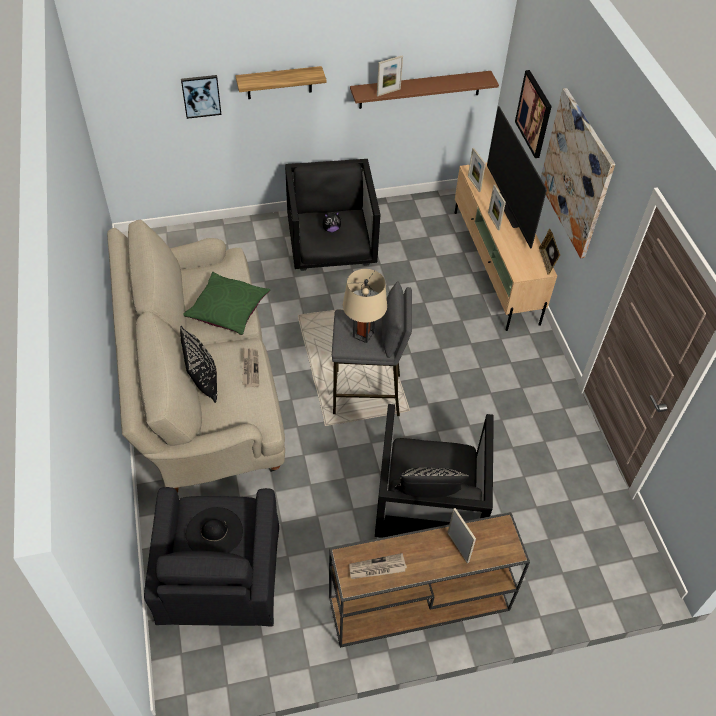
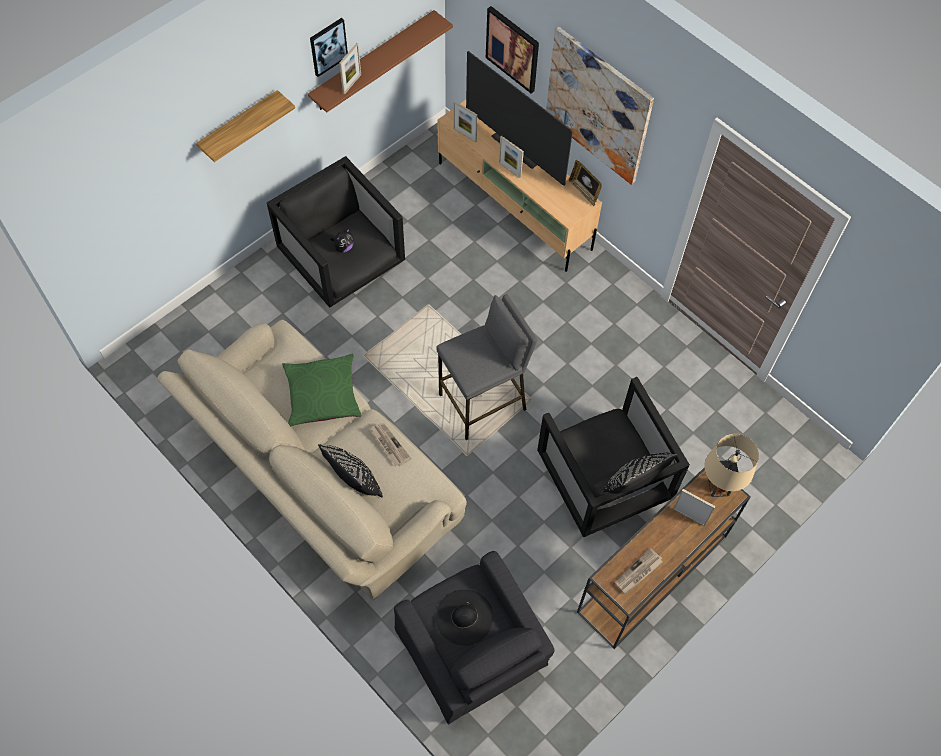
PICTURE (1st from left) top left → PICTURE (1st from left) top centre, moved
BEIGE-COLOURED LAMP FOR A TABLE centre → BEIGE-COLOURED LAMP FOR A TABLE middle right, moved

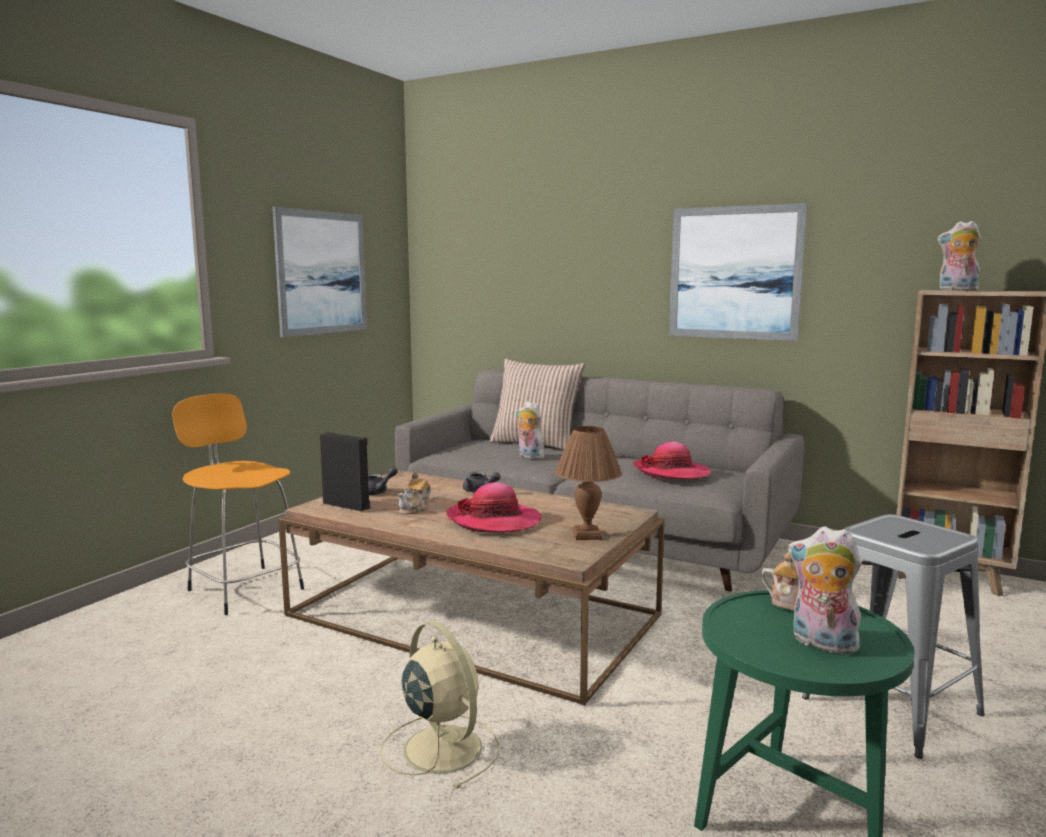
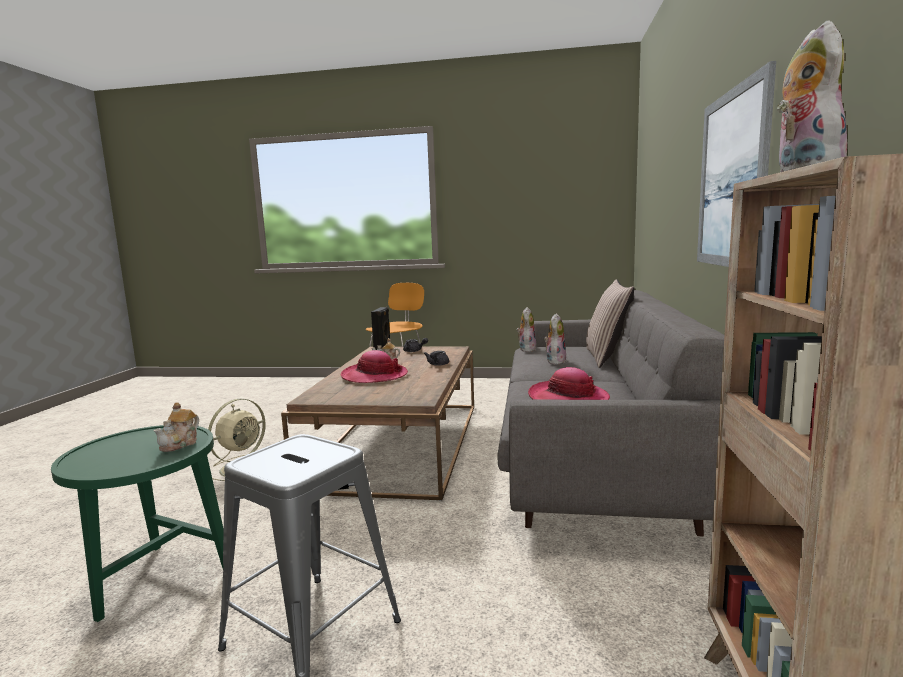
PICTURE (1st from left) top left → -
BROWN LAMP FOR A TABLE centre → -
SOFT TOY (2nd from left in the first image) bottom right → SOFT TOY (1st from left) centre, moved

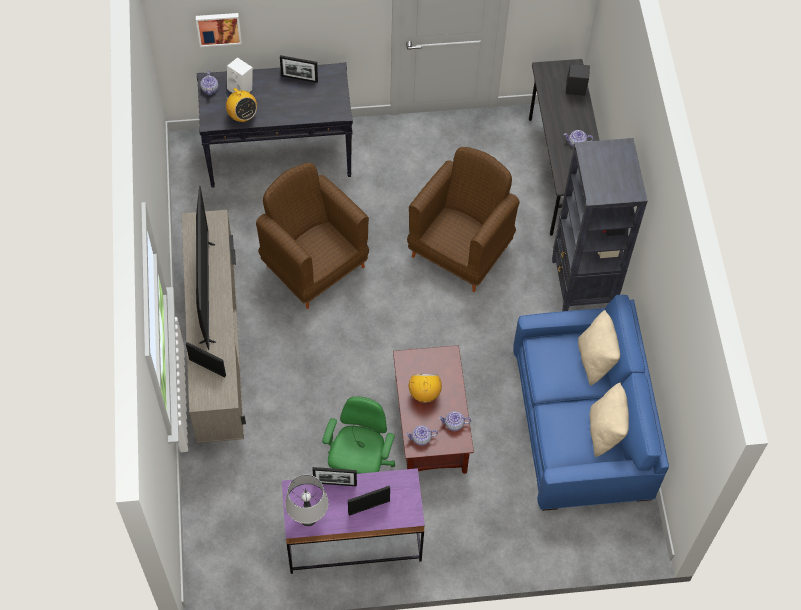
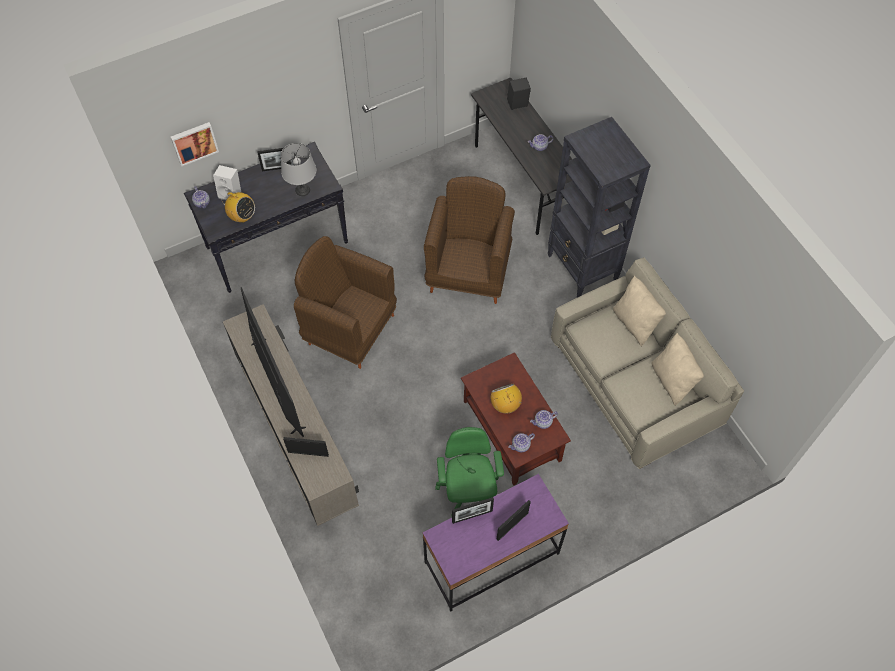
GREY LAMP FOR A TABLE bottom centre → GREY LAMP FOR A TABLE top centre, moved
BLUE SOFA middle right → BEIGE-COLOURED SOFA middle right

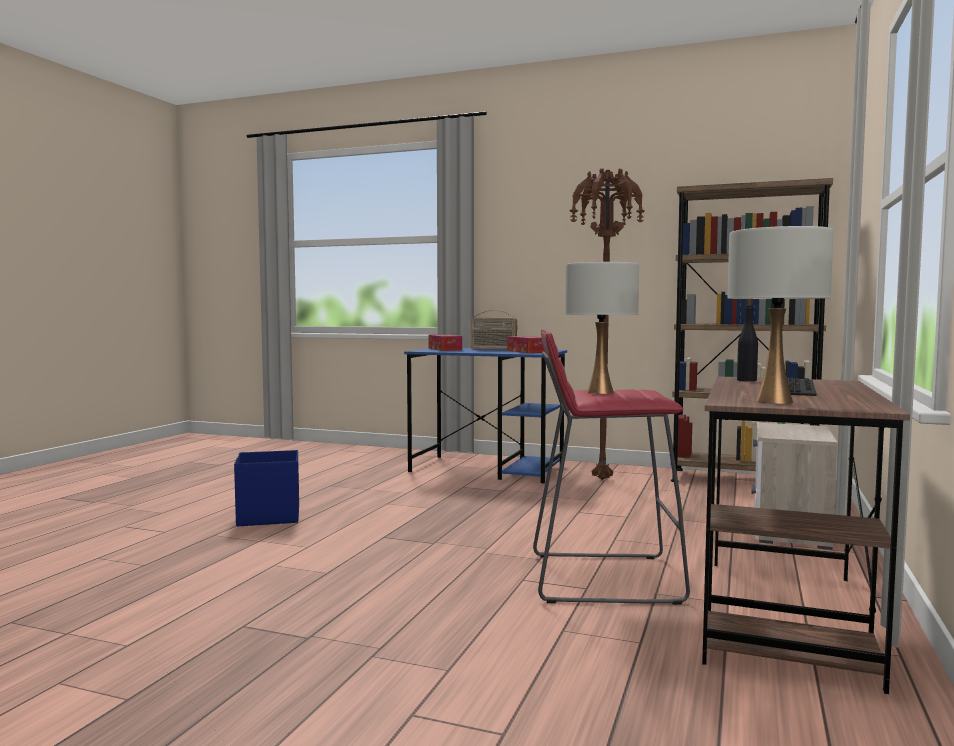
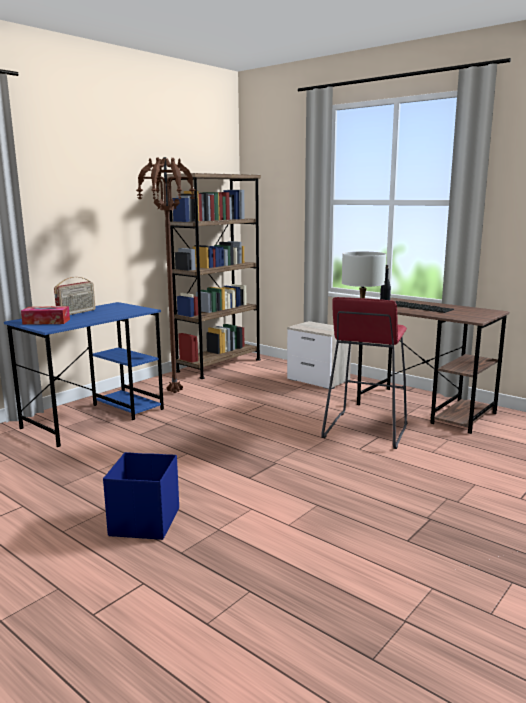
TISSUE BOX (2nd from left) centre → -
WHITE-COLOURED LAMP FOR A TABLE (2nd from left) middle right → -

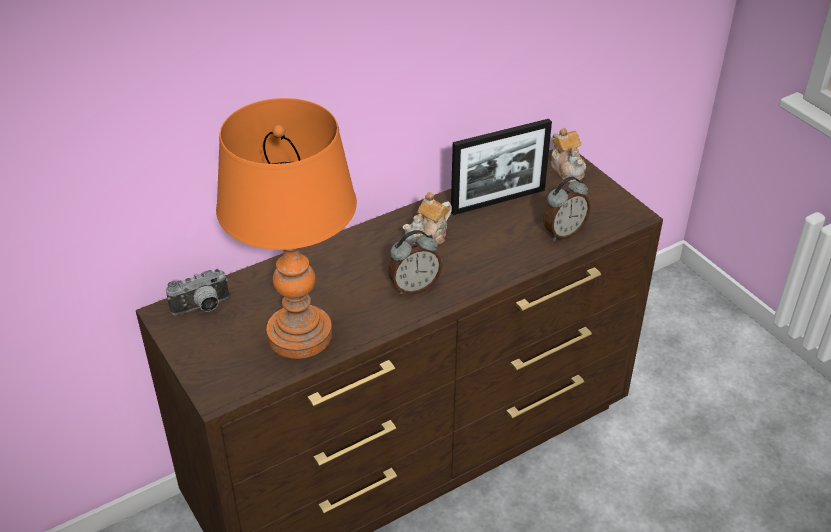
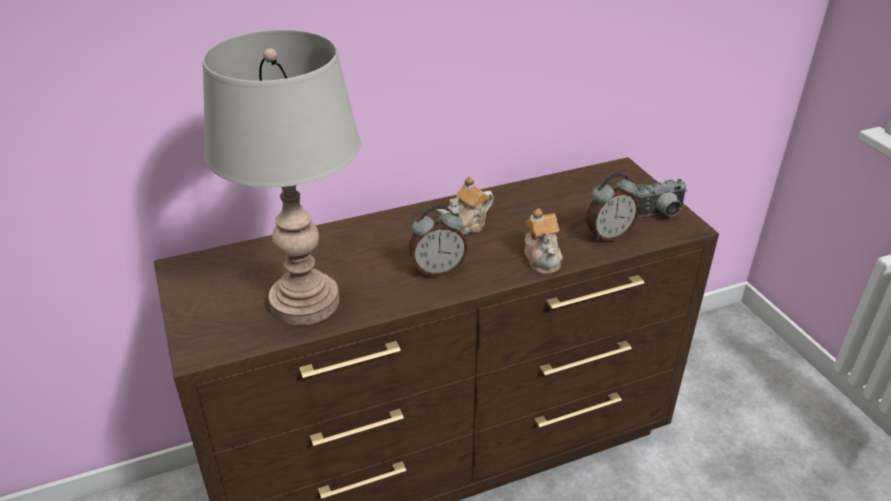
STILL CAMERA middle left → STILL CAMERA middle right, moved
ORANGE-COLOURED LAMP FOR A TABLE centre → GREY LAMP FOR A TABLE middle left
PHOTO FRAME top centre → -
POT FOR TEA (2nd from left) top right → POT FOR TEA (2nd from left) centre, moved

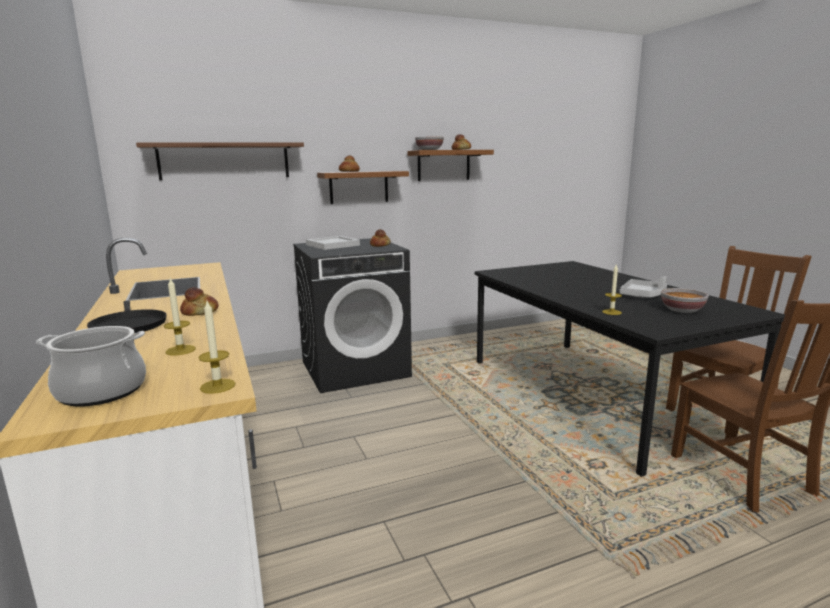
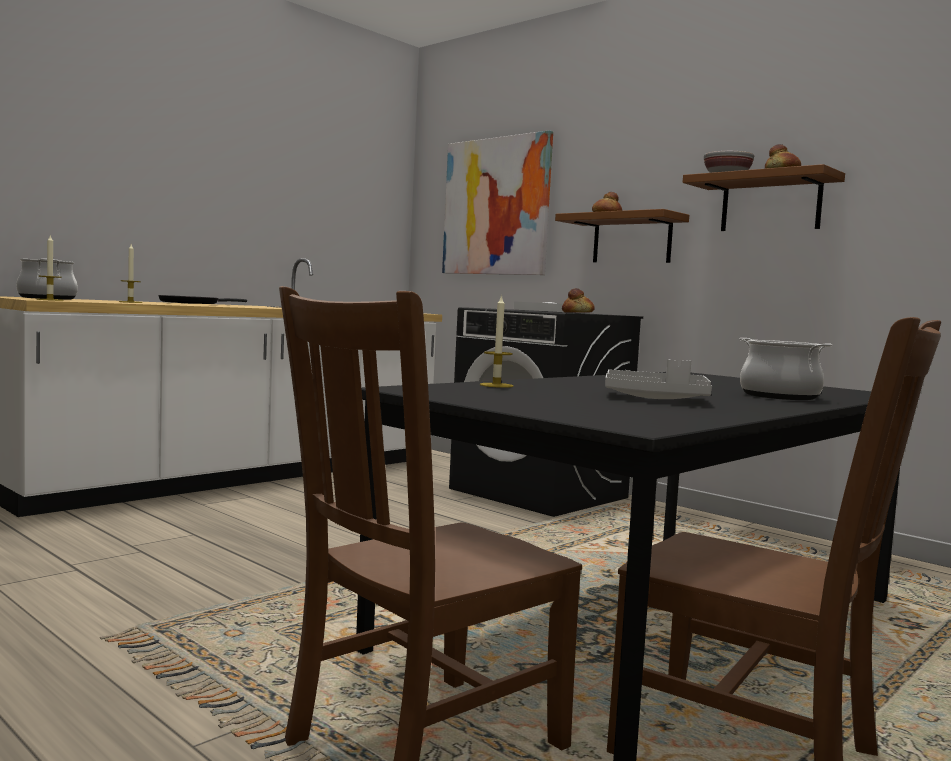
BROWN SHELF (1st from left) top left → PICTURE top centre
BREAD (1st from left) middle left → -
DEEP DISH (2nd from left) middle right → -
- → SAUCEPOT (2nd from left) middle right

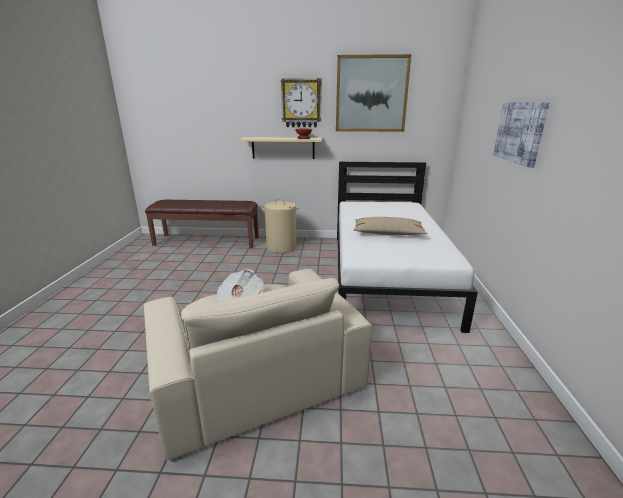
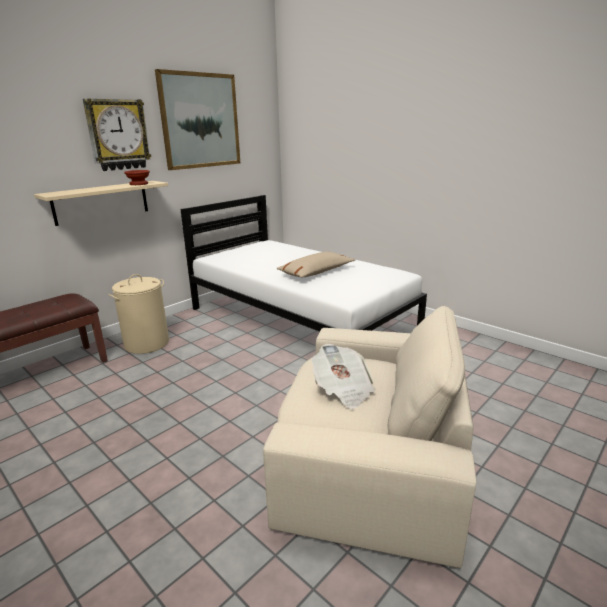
PICTURE (2nd from left) top right → -

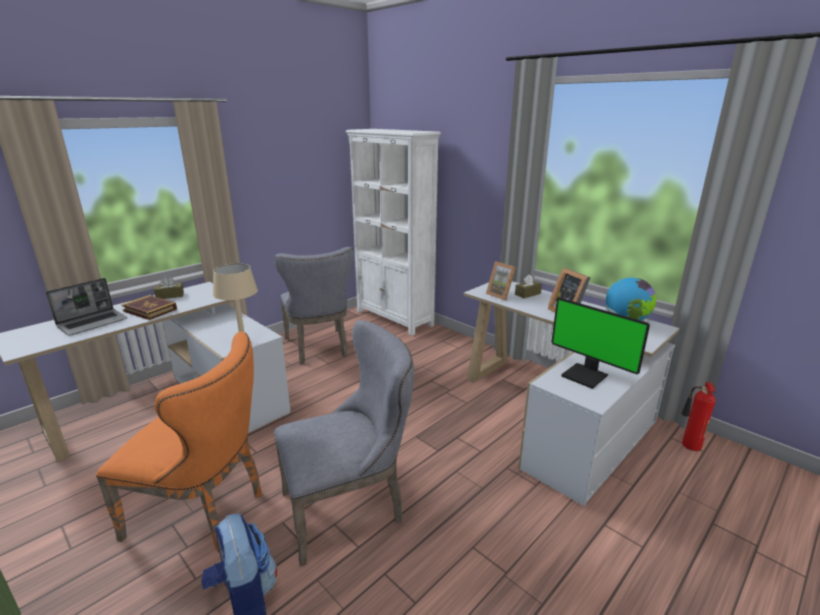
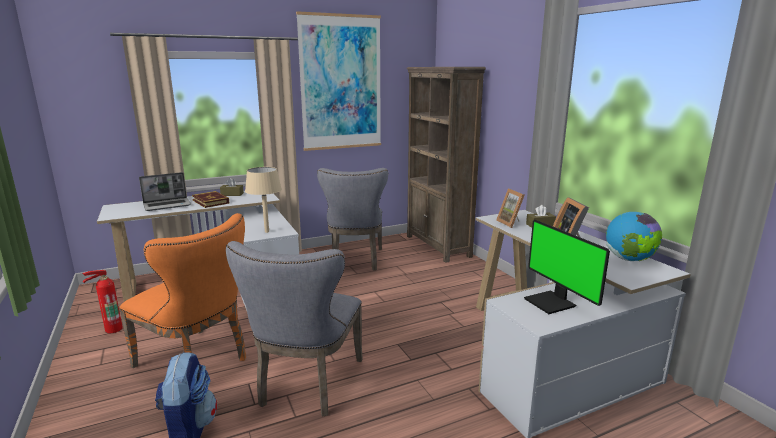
GREY PLAIN CHAIR (2nd from left in the first image) bottom centre → GREY PLAIN CHAIR (1st from left) bottom centre, 105 degrees clockwise
WHITE-COLOURED BOOKSHELF centre → BROWN BOOKSHELF centre
EXTINGUISHER bottom right → EXTINGUISHER bottom left, moved
- → PICTURE top centre

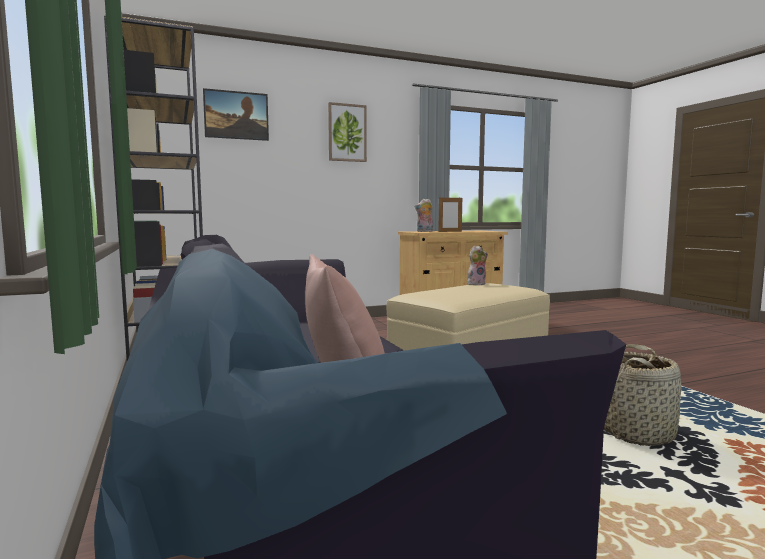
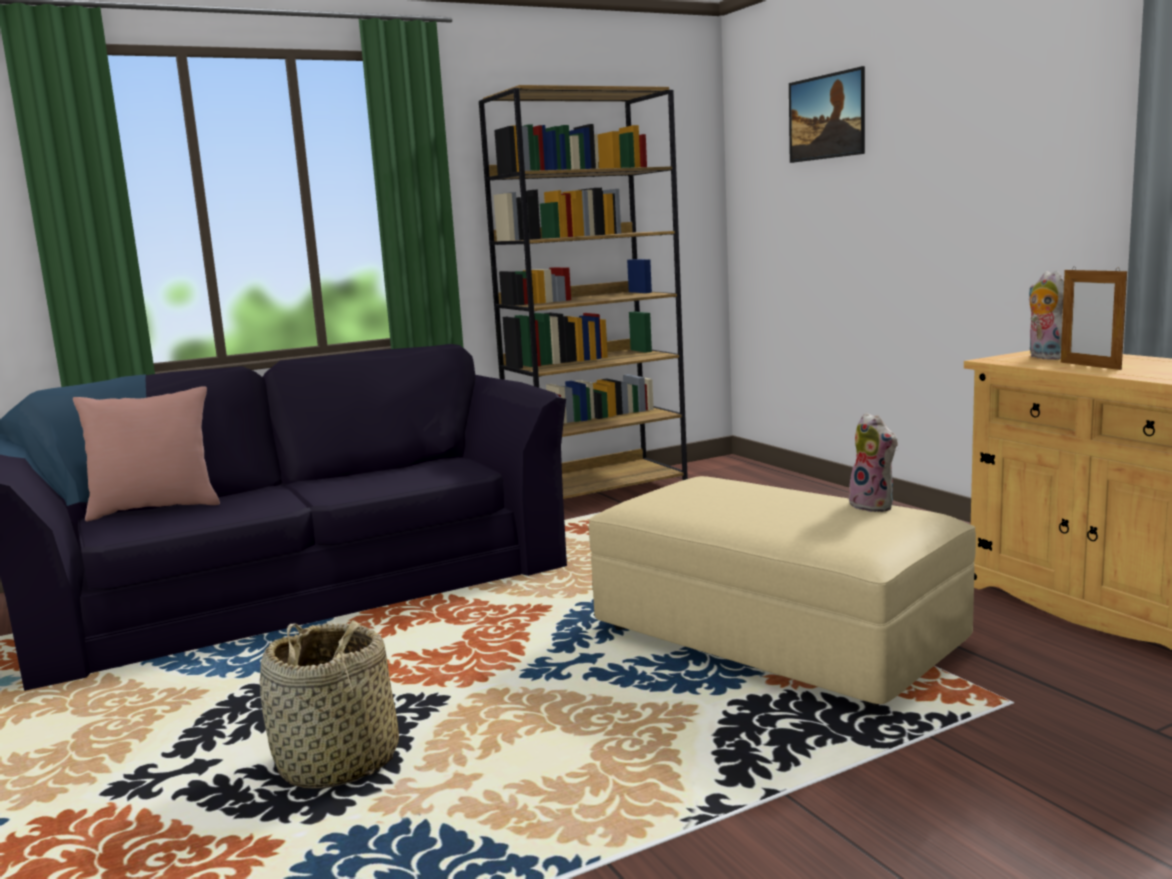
PICTURE (2nd from left) top centre → -

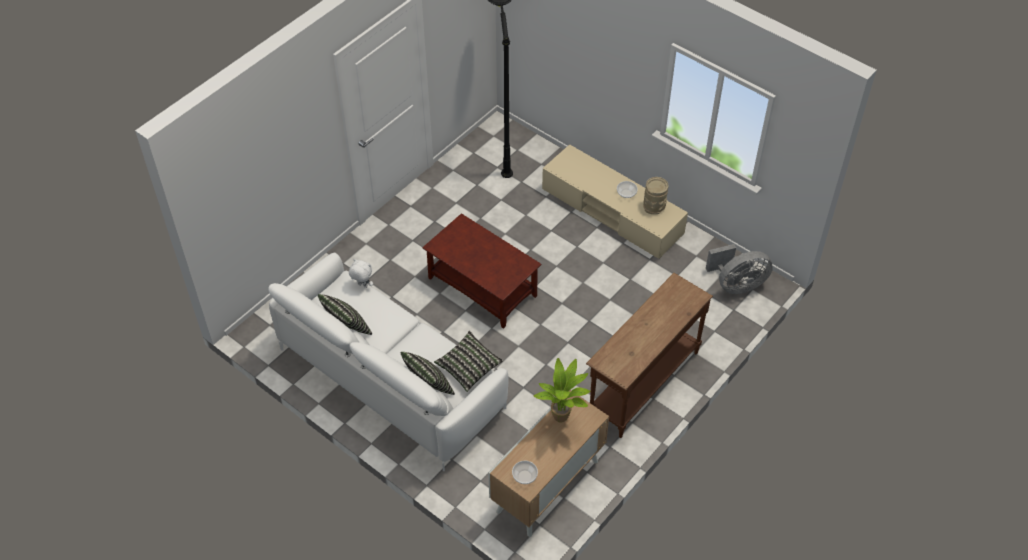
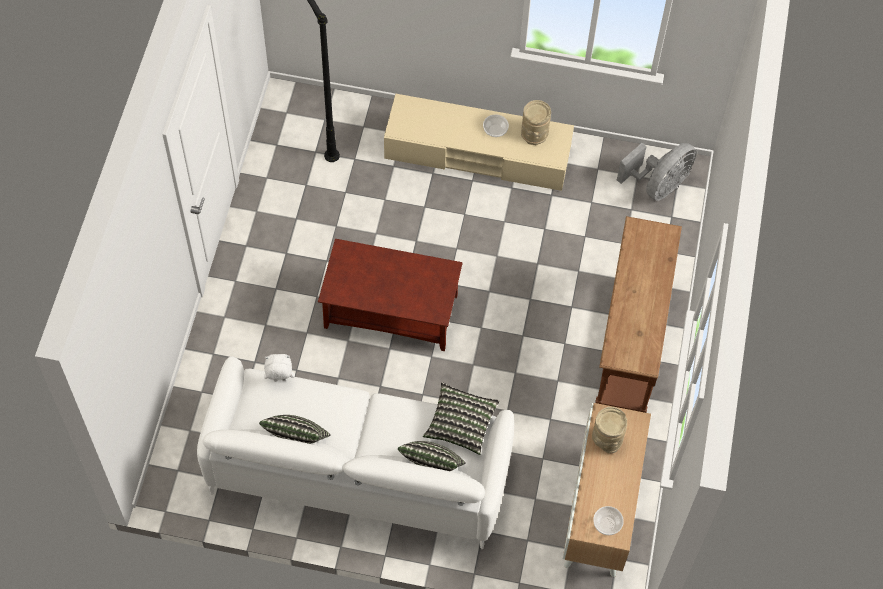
PLANT IN A POT bottom centre → BEIGE-COLOURED VASE (2nd from left) bottom right

